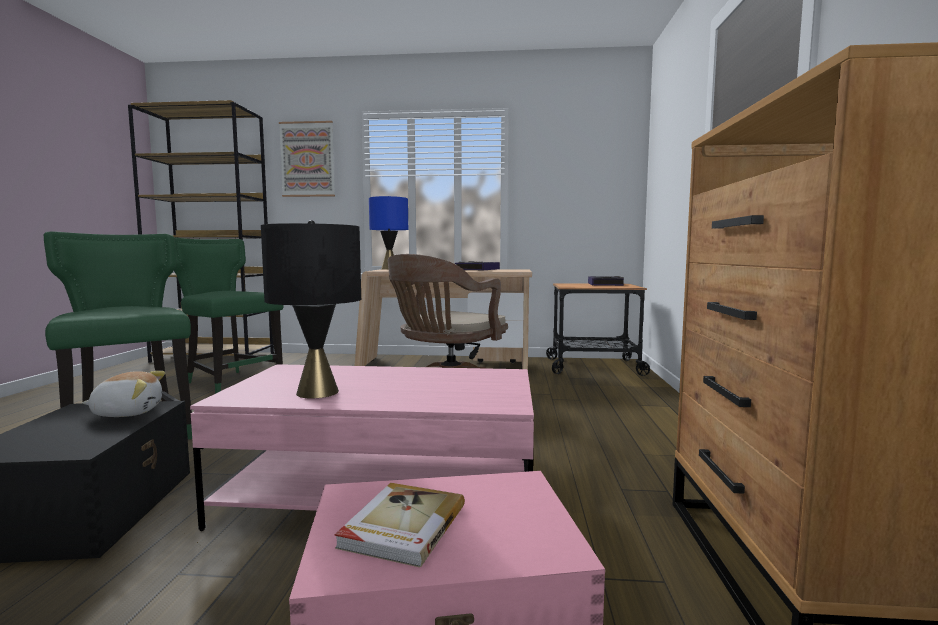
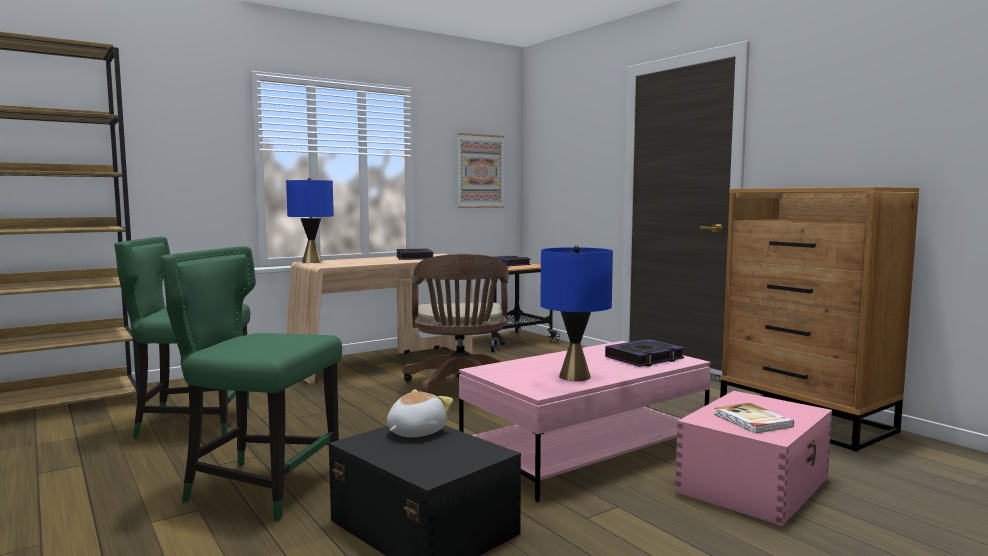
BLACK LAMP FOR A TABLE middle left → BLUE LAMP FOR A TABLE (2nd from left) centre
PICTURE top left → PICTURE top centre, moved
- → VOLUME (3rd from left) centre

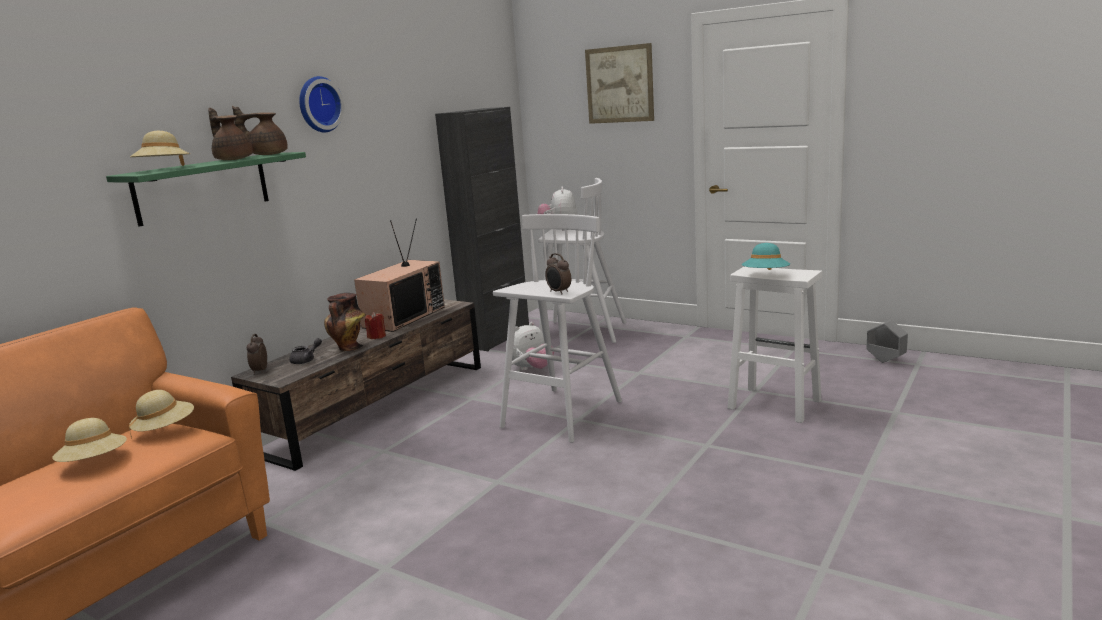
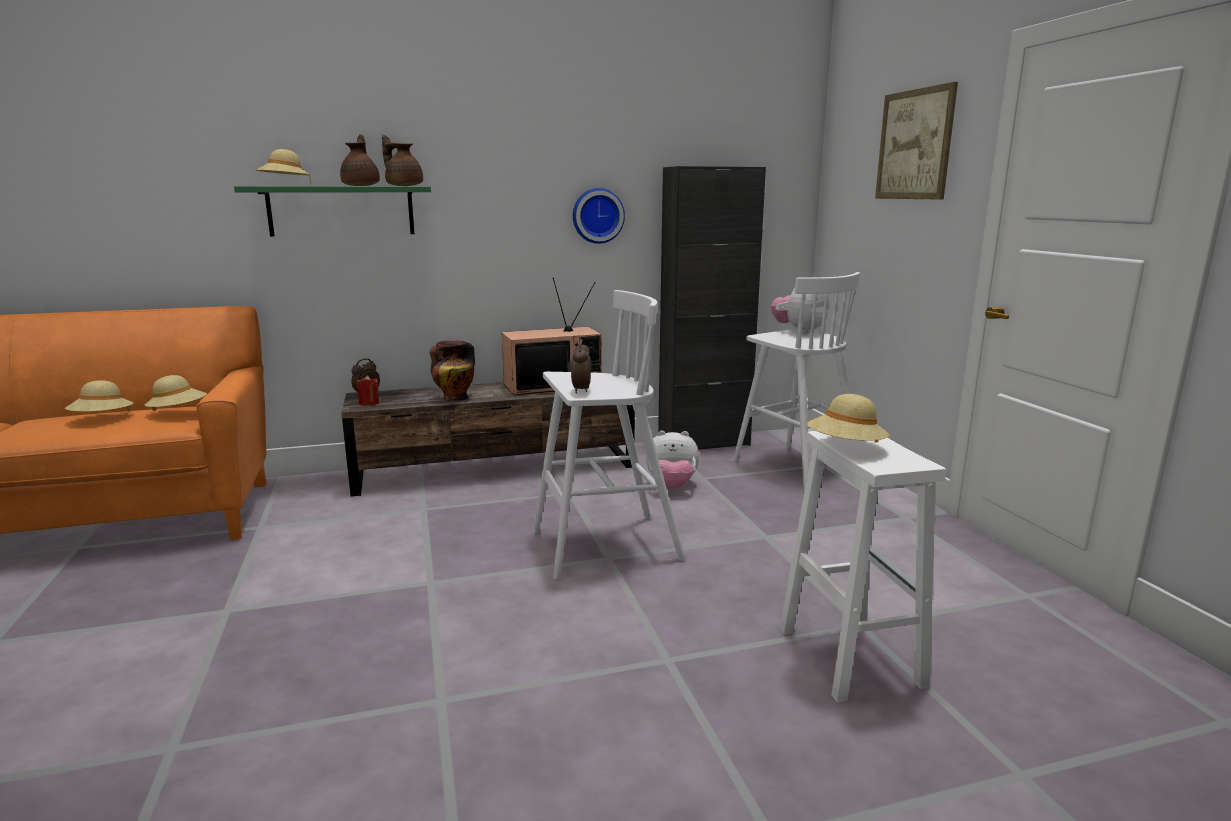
GREY POT FOR TEA middle left → -
WALL CLOCK top left → WALL CLOCK top centre, moved
RED-COLOURED CANDLE centre → RED-COLOURED CANDLE middle left, moved
TURQUOISE HAT middle right → BEIGE-COLOURED HAT (4th from left) middle right
GREY PLANTER middle right → -

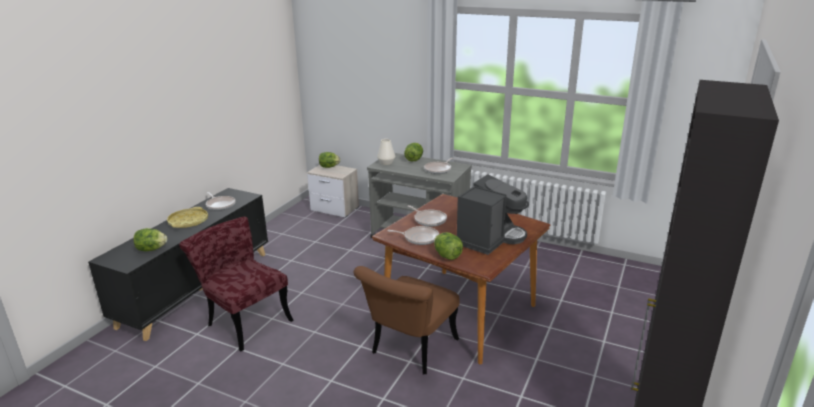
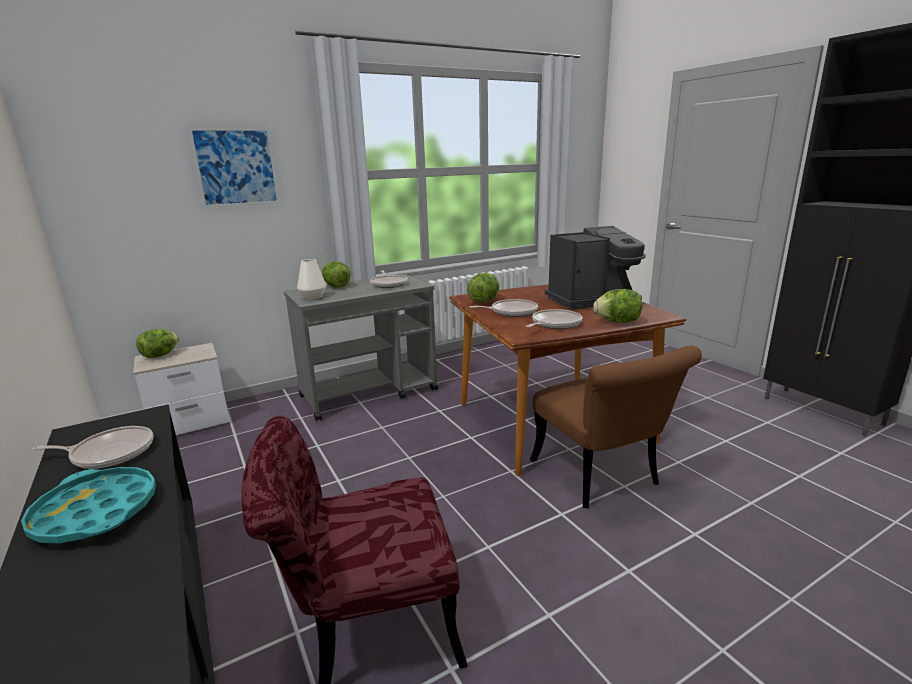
HEAD OF LETTUCE (1st from left in the first image) middle left → HEAD OF LETTUCE (3rd from left) centre, moved
YELLOW-COLOURED CARRYING TRAY middle left → TURQUOISE CARRYING TRAY bottom left
COFFEE MACHINE centre, 90 degrees clockwise
- → PICTURE top left

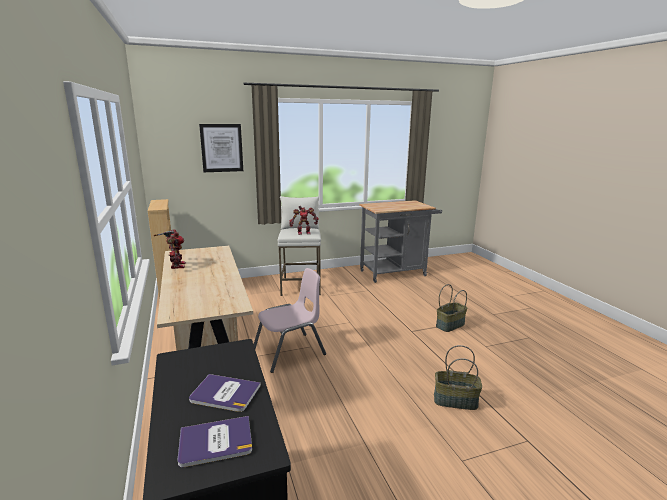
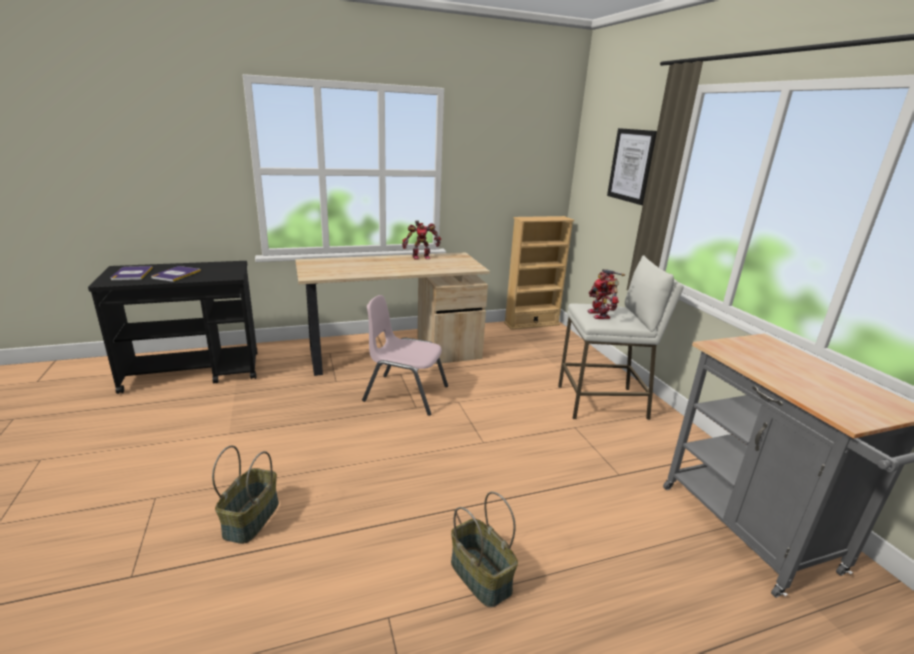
PINK-COLOURED PLAIN CHAIR centre, 135 degrees clockwise

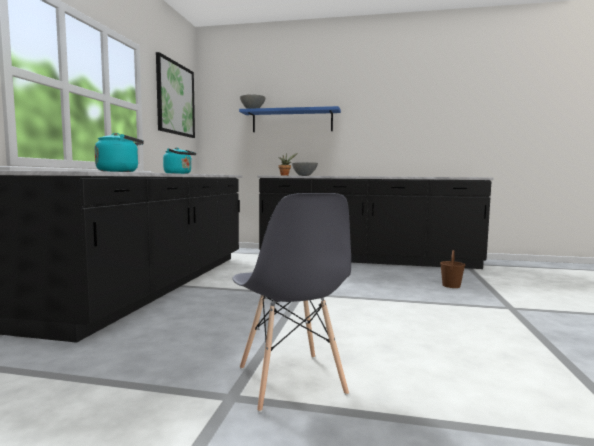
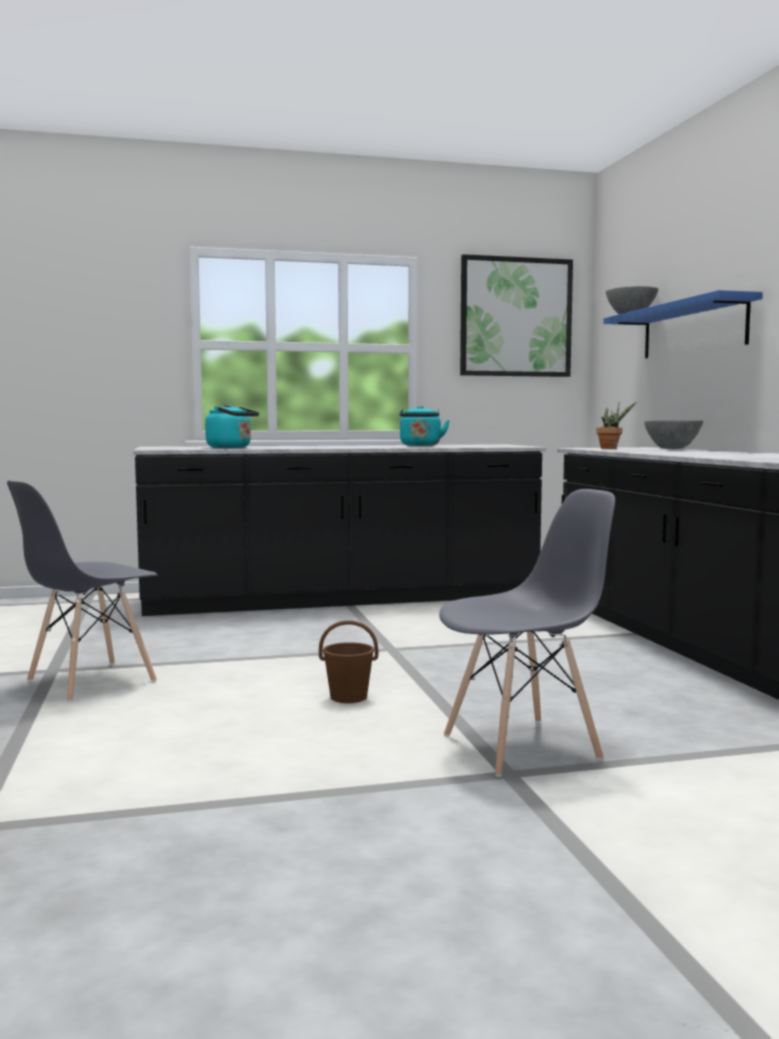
BROWN BUCKET middle right → BROWN BUCKET centre, moved
- → GREY PLAIN CHAIR (2nd from left) middle right

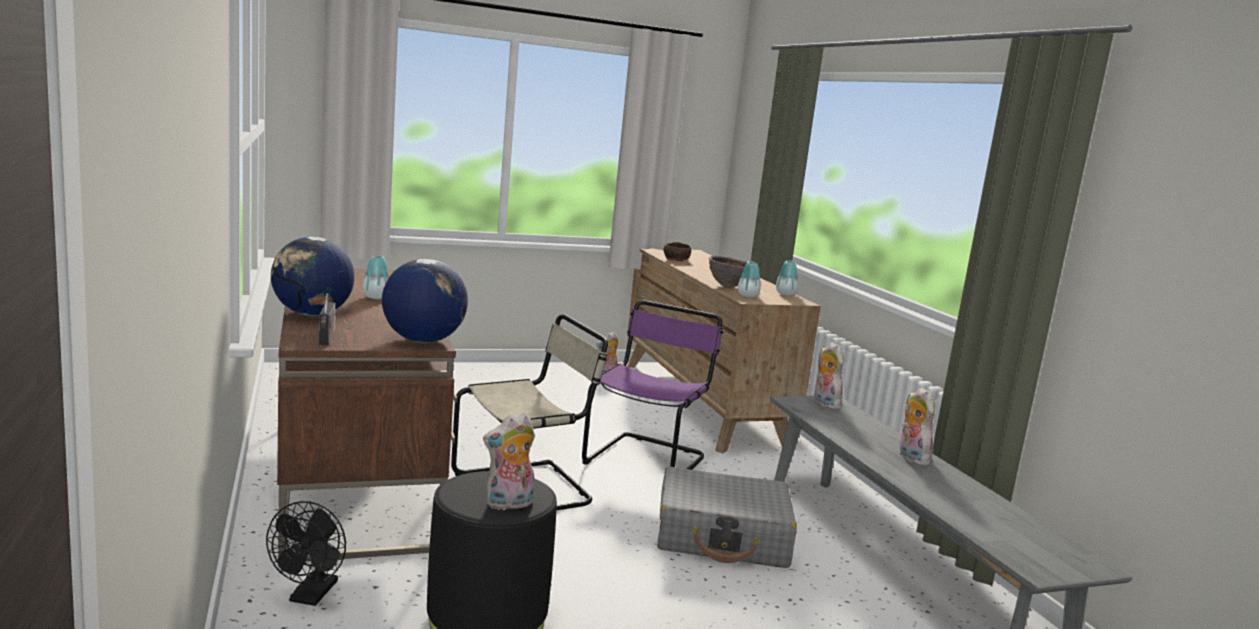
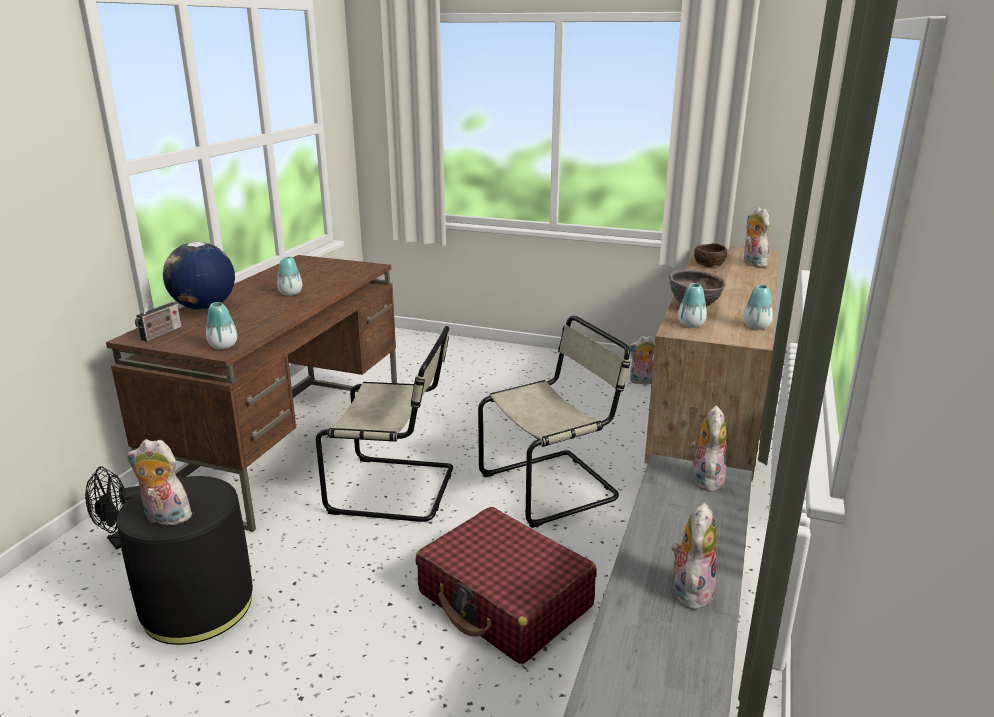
WORLD GLOBE (2nd from left) centre → VASE (1st from left) middle left
PURPLE-COLOURED PLAIN CHAIR centre → BEIGE-COLOURED PLAIN CHAIR (2nd from left) centre
GREY PIECE OF LUGGAGE bottom centre → RED-COLOURED PIECE OF LUGGAGE bottom centre
- → SOFT TOY (5th from left) top right

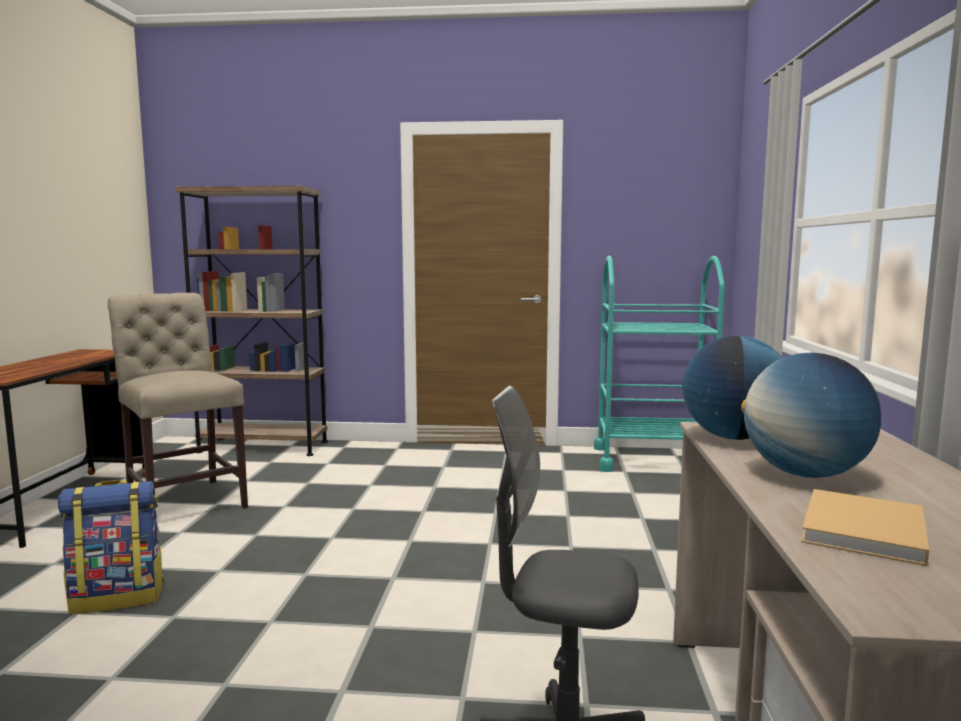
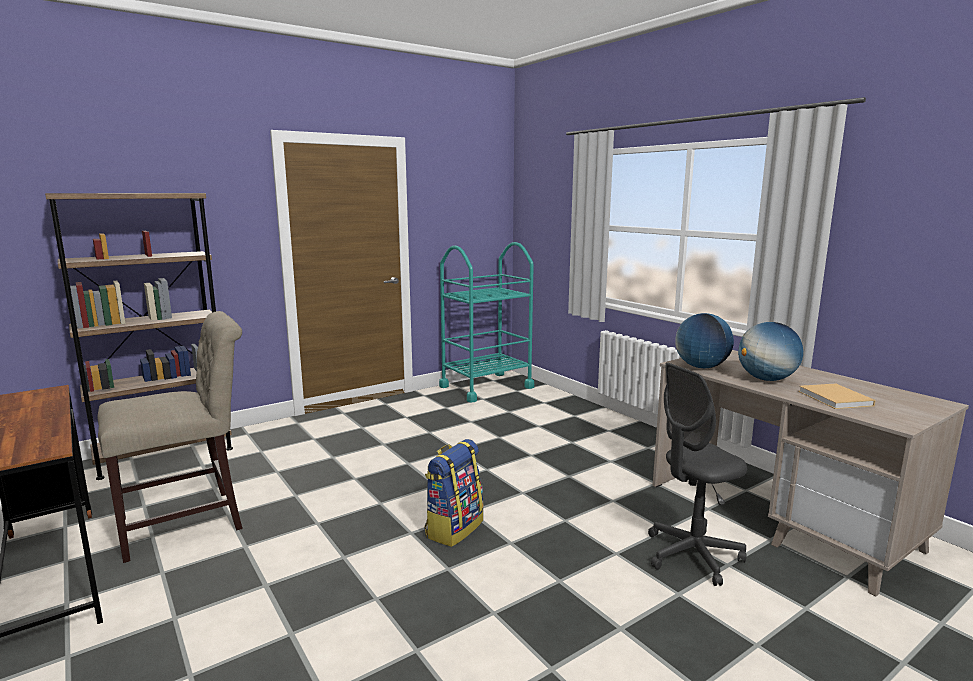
KNAPSACK bottom left → KNAPSACK bottom centre, moved
BEIGE-COLOURED PLAIN CHAIR middle left, 135 degrees clockwise

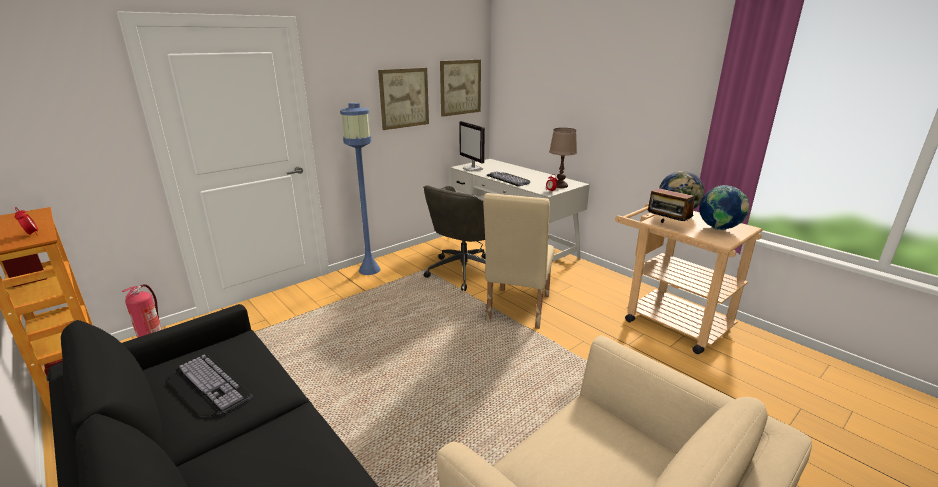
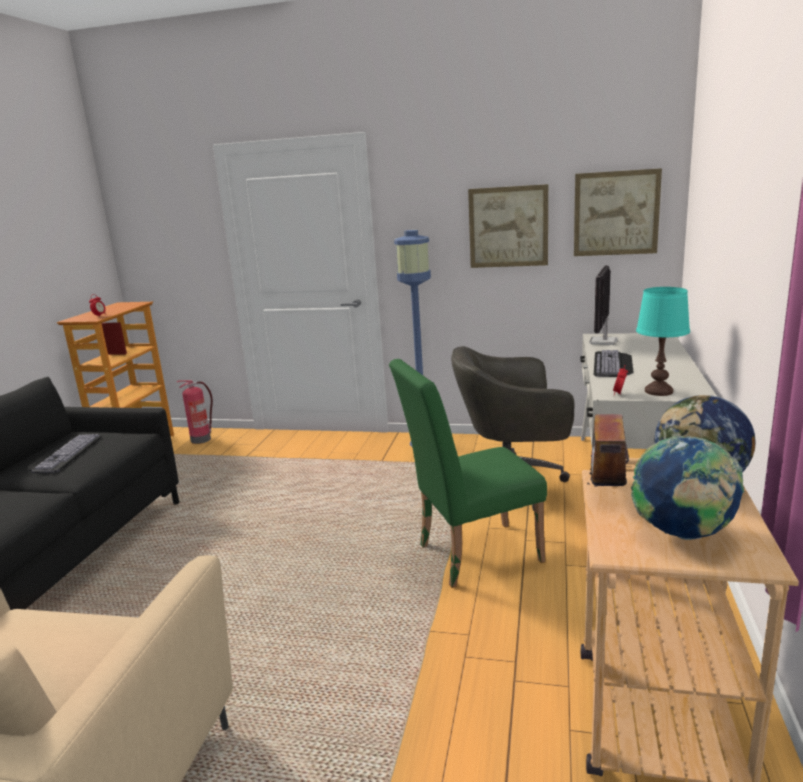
BEIGE-COLOURED PLAIN CHAIR centre → GREENISH PLAIN CHAIR centre
BROWN LAMP FOR A TABLE top centre → TURQUOISE LAMP FOR A TABLE middle right

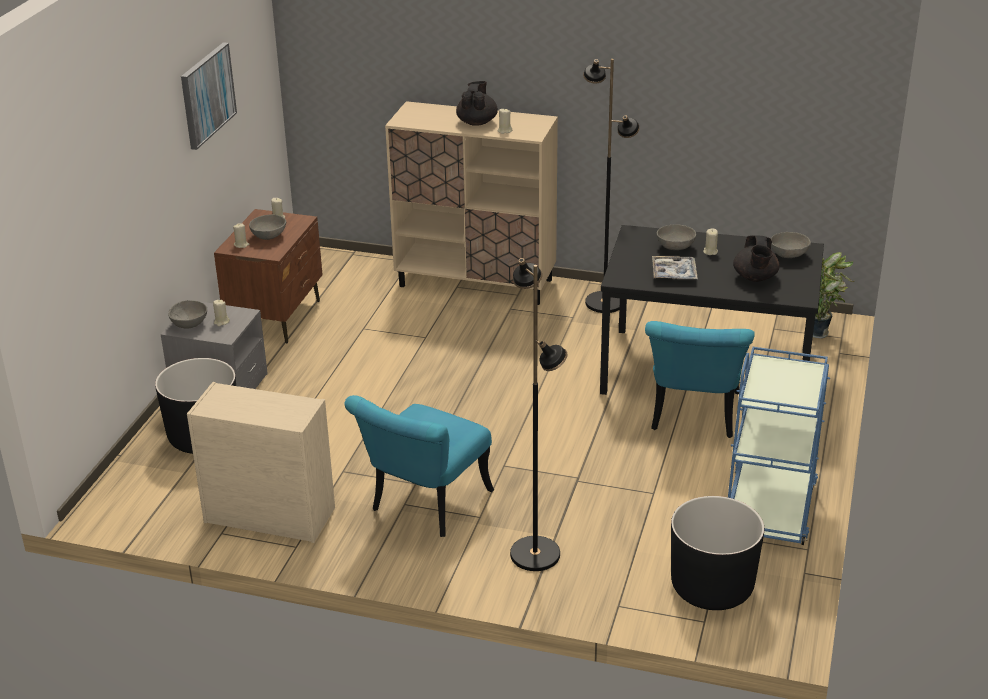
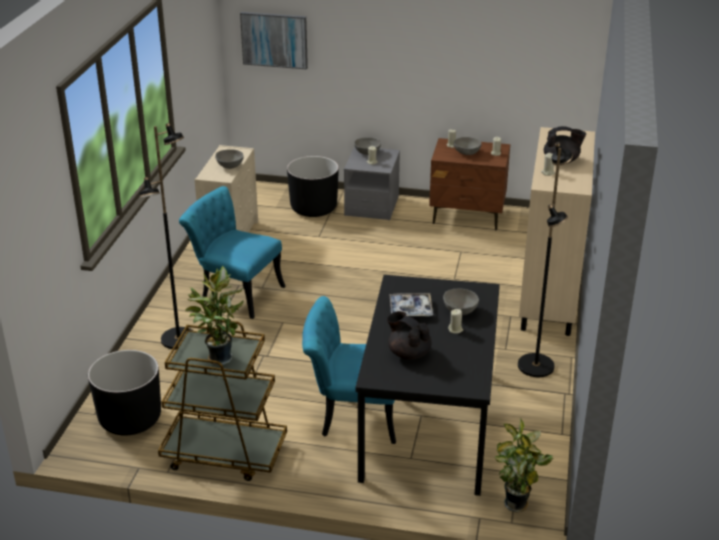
PICTURE top left → PICTURE top centre, moved
BLUE CART middle right → BROWN CART bottom left
BLACK POT FOR TEA (2nd from left in the first image) middle right → BLACK POT FOR TEA (1st from left) centre, 45 degrees clockwise
GREY DEEP DISH (4th from left in the first image) middle right → GREY DEEP DISH (1st from left) top left, moved
- → PLANT IN A POT (1st from left) middle left

